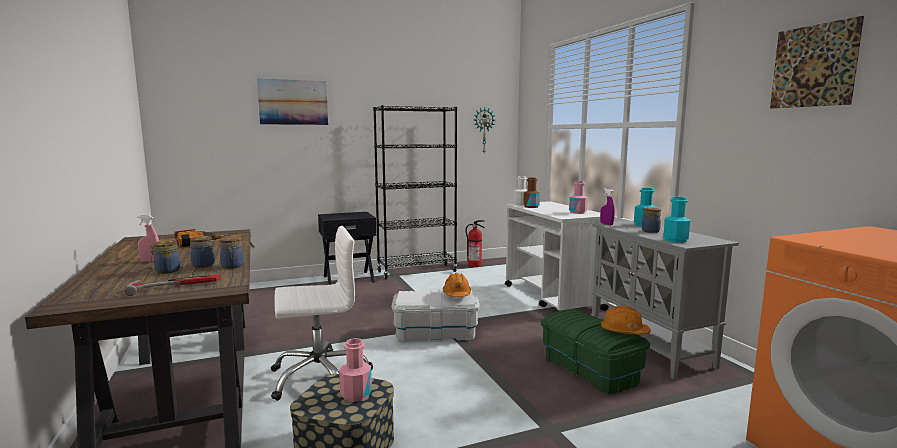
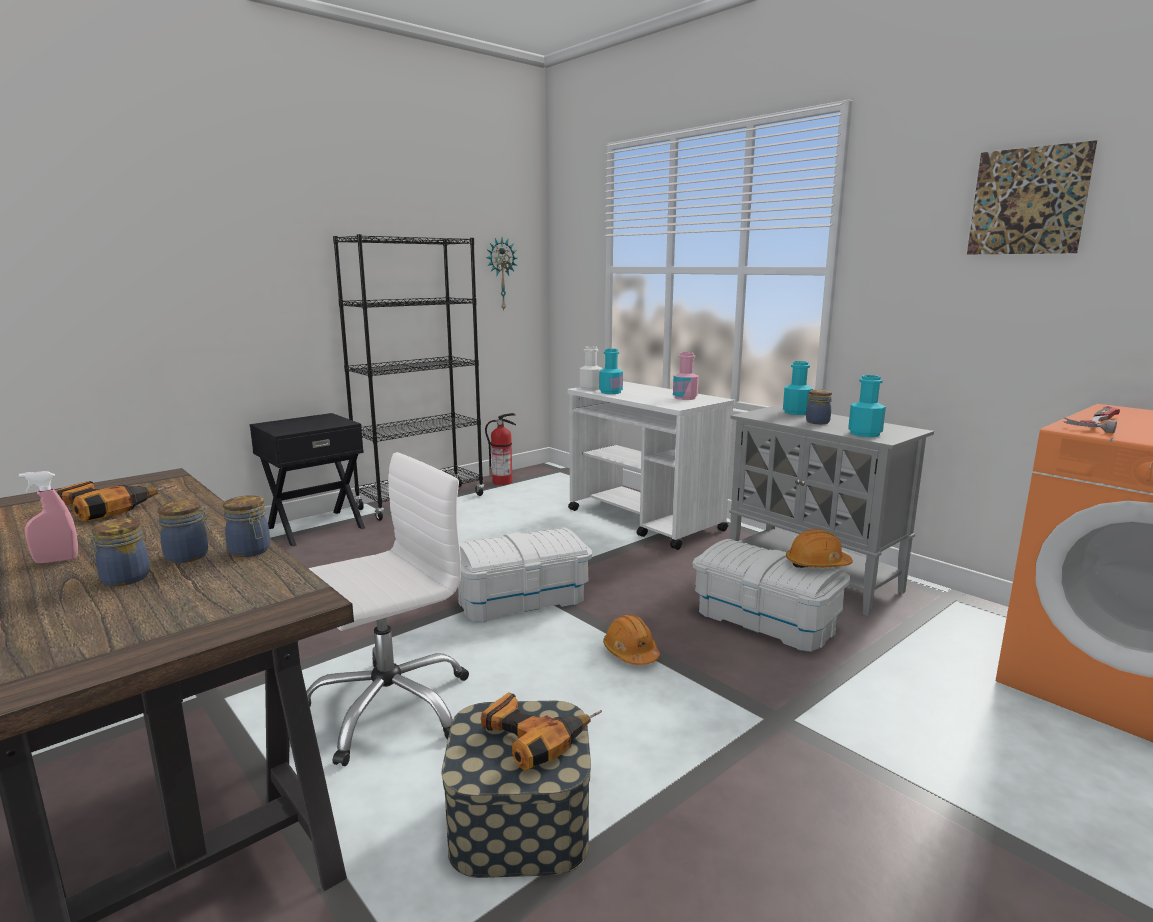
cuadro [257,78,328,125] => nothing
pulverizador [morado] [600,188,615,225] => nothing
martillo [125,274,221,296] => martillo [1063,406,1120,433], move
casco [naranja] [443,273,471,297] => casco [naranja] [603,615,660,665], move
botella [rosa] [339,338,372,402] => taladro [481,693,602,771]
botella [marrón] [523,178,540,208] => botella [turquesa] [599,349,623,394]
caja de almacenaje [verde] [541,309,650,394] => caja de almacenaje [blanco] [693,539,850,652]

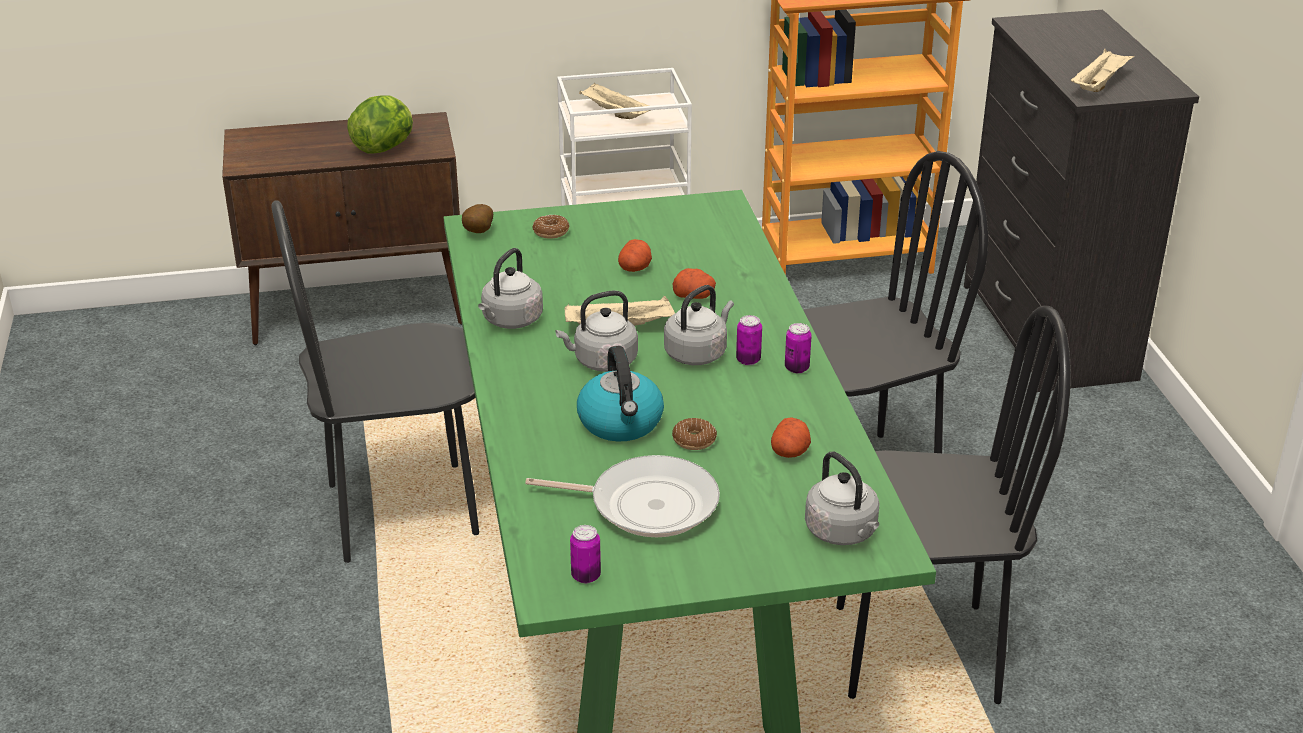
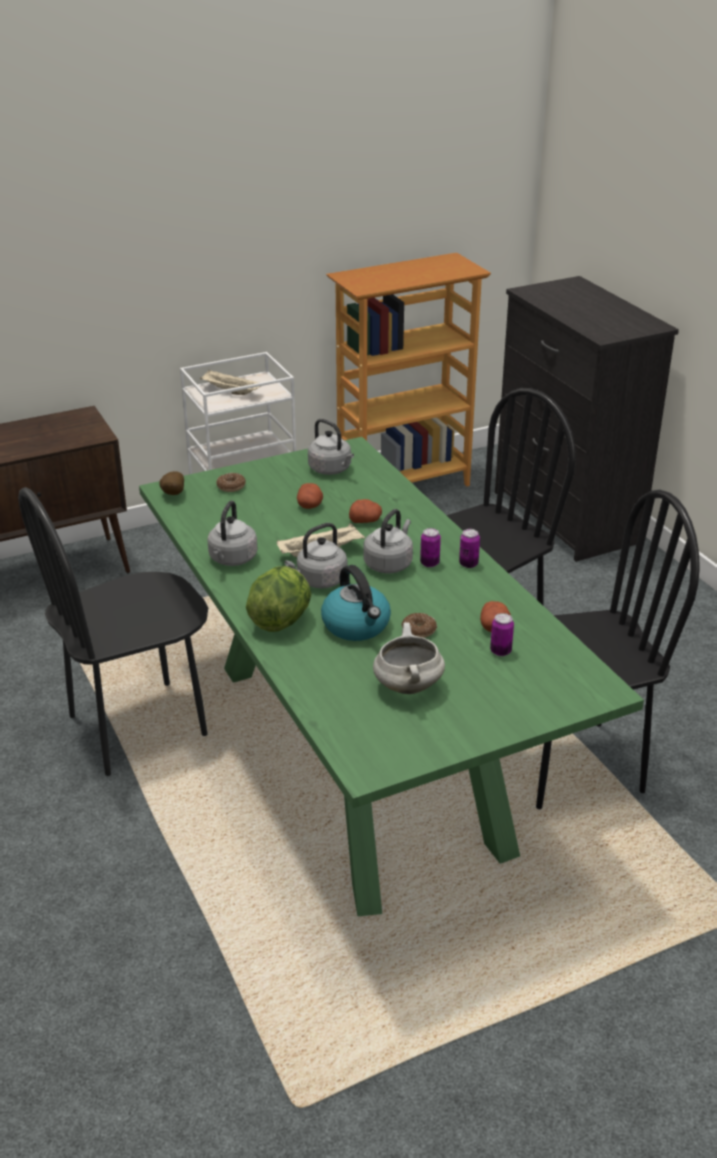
bandeja [beis] [1070,49,1134,92] => nothing
lechuga [347,95,413,153] => lechuga [246,566,311,632], move
lata [570,525,601,583] => lata [490,613,514,656], move
hervidor [gris] [805,451,880,545] => hervidor [gris] [308,419,354,475], move
sartén [525,455,720,537] => olla [blanco] [373,622,445,694]

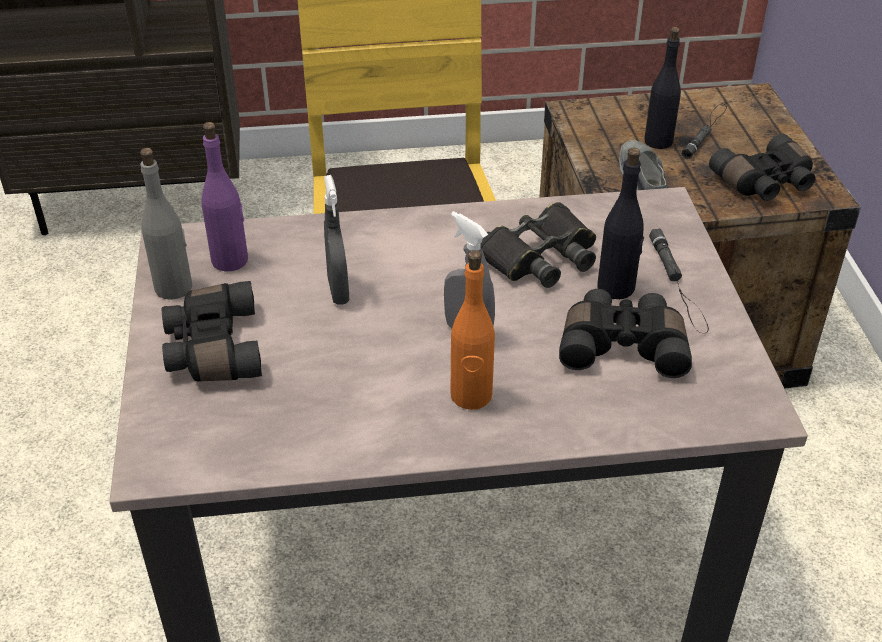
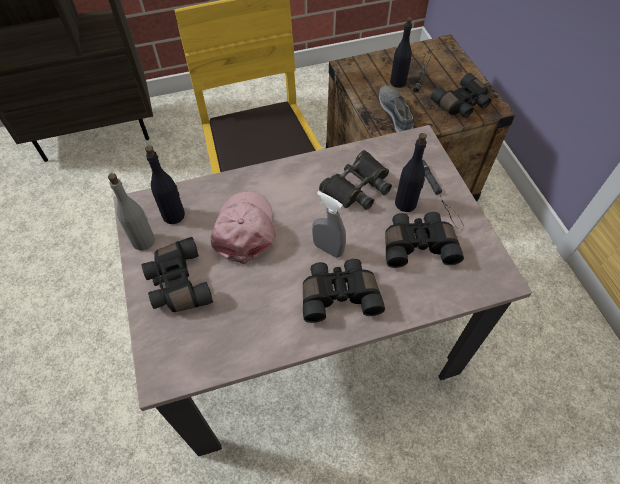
pulverizador [gris] [324,175,349,305] => gorra [rosa] [211,191,276,264]
botella [naranja] [451,250,495,410] => prismáticos [negro] [303,259,385,323]
botella [morado] [201,122,248,272] => botella [negro] [145,146,185,224]

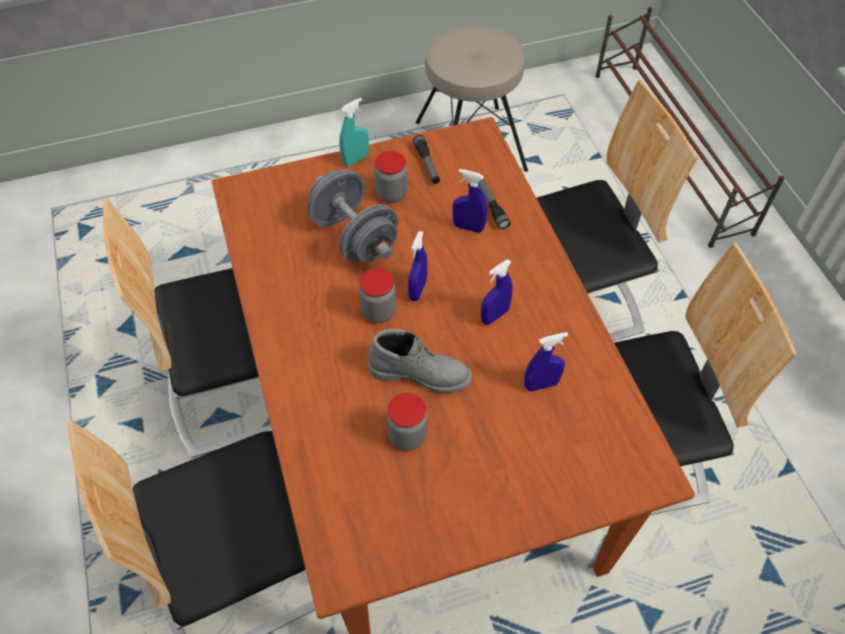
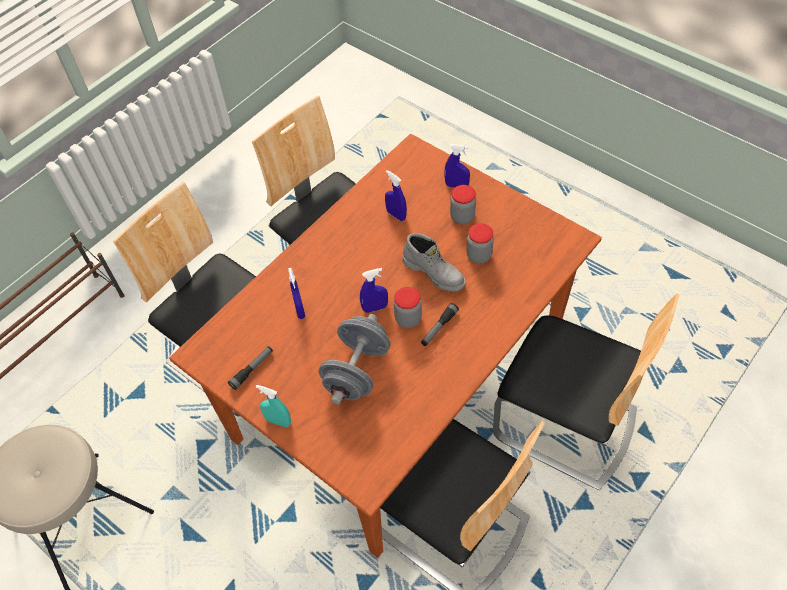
tarro [374,151,408,203] => tarro [450,185,476,224], move
linterna [478,179,511,230] => linterna [421,303,459,346], move
pulverizador [azul] [481,259,512,325] => pulverizador [azul] [444,144,470,188], move
bota [gris] [368,329,472,393] => bota [gris] [403,233,466,291], 150 degrees clockwise

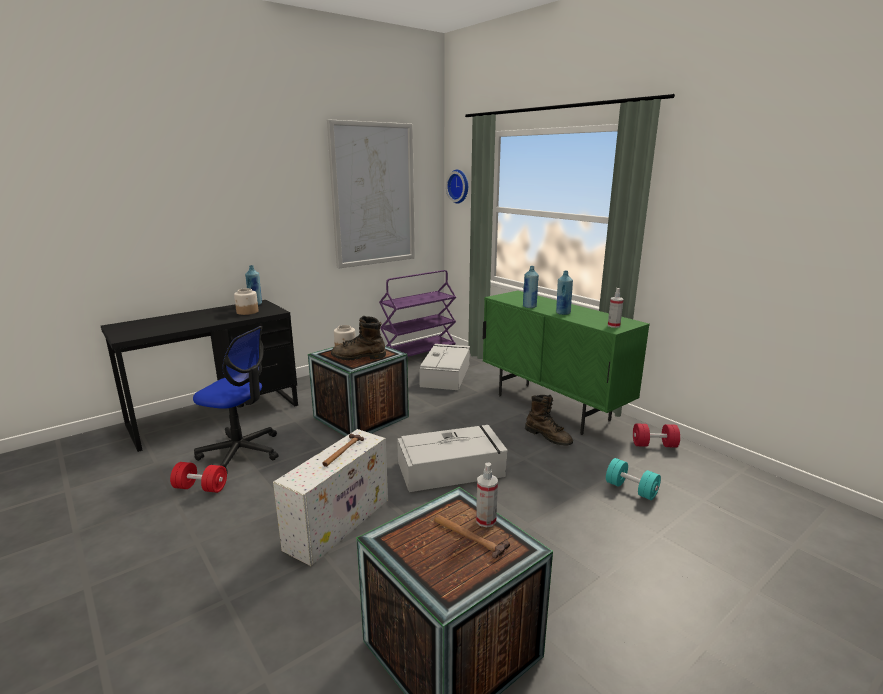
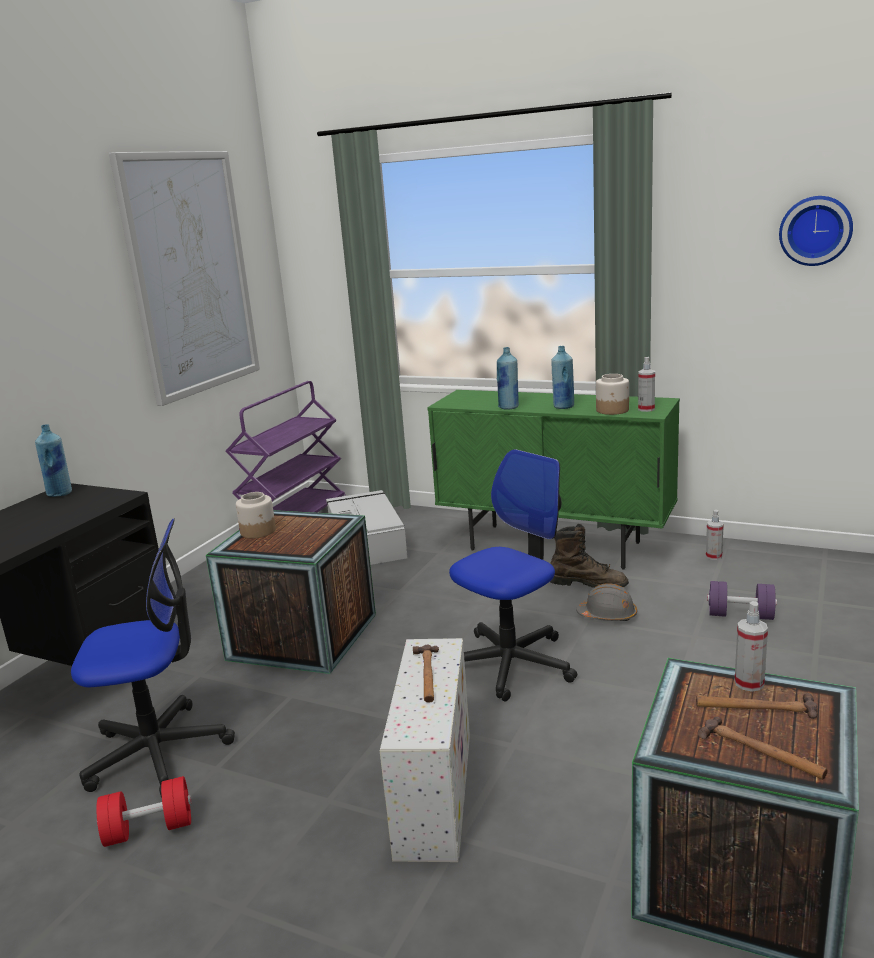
bota [marrón] [331,316,386,360] => nothing
nothing => casco [gris] [576,583,637,621]
nothing => martillo [698,717,827,779]
tarro [234,288,259,315] => tarro [596,374,629,415], move
reloj de pared [446,170,468,204] => reloj de pared [779,196,853,266], move
caja de almacenaje [gris] [397,425,508,492] => silla de oficina [449,449,577,702]
mancuerna [rojo] [633,423,680,448] => pulverizador [706,510,724,560]
mancuerna [turquesa] [606,458,661,500] => mancuerna [morado] [707,581,777,620]

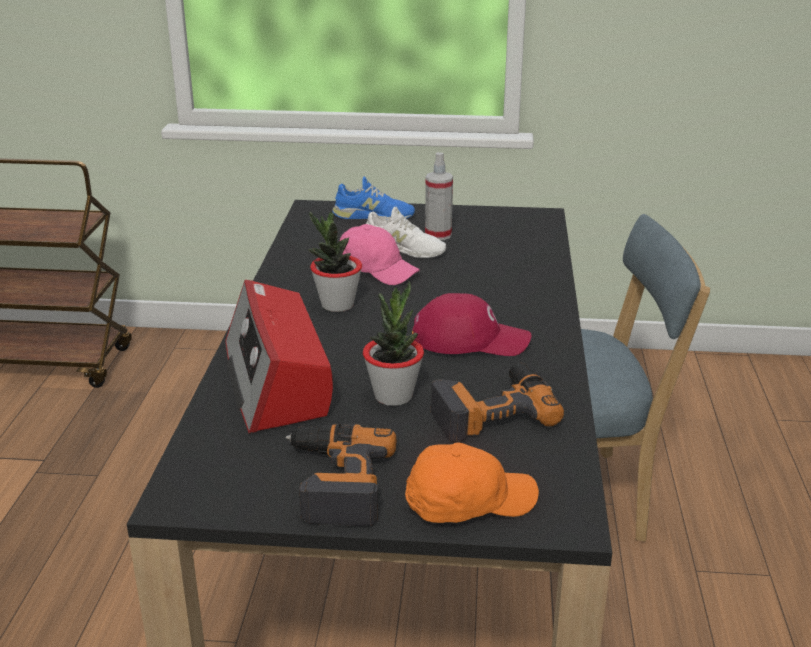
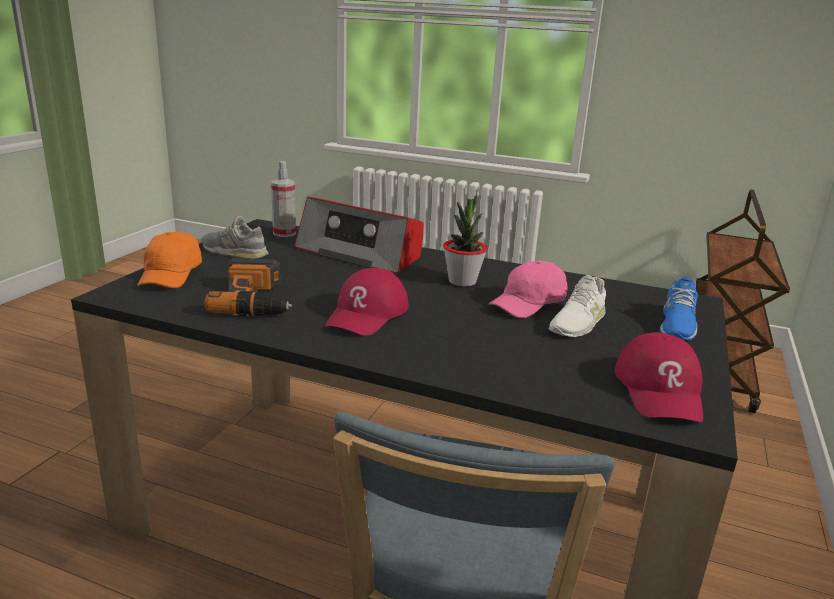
planta en maceta [363,281,424,406] => nothing
nothing => gorra [rojo] [615,332,703,423]
pulverizador [425,152,453,240] => pulverizador [271,161,296,237], move
taladro [286,424,397,526] => zapato [gris] [201,215,269,259]
radio [225,280,333,434] => radio [295,197,424,274], 150 degrees counterclockwise

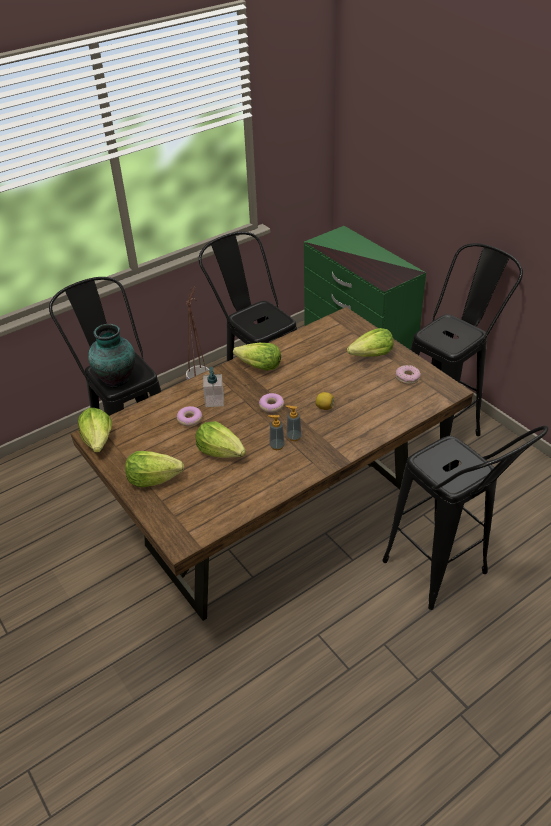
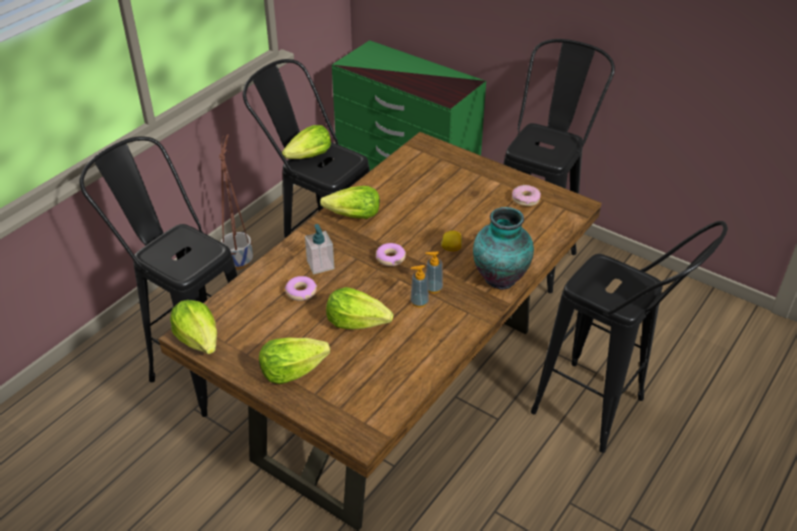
florero [88,324,135,388] => florero [473,207,534,290], move
lechuga [347,328,393,357] => lechuga [282,125,331,159], move

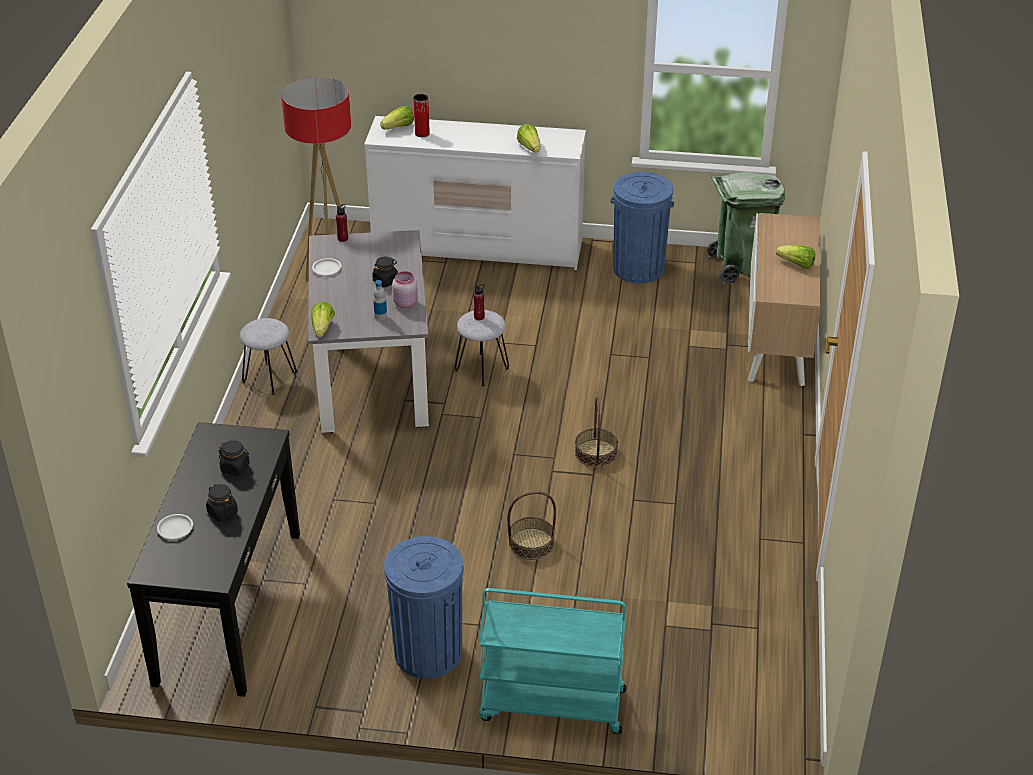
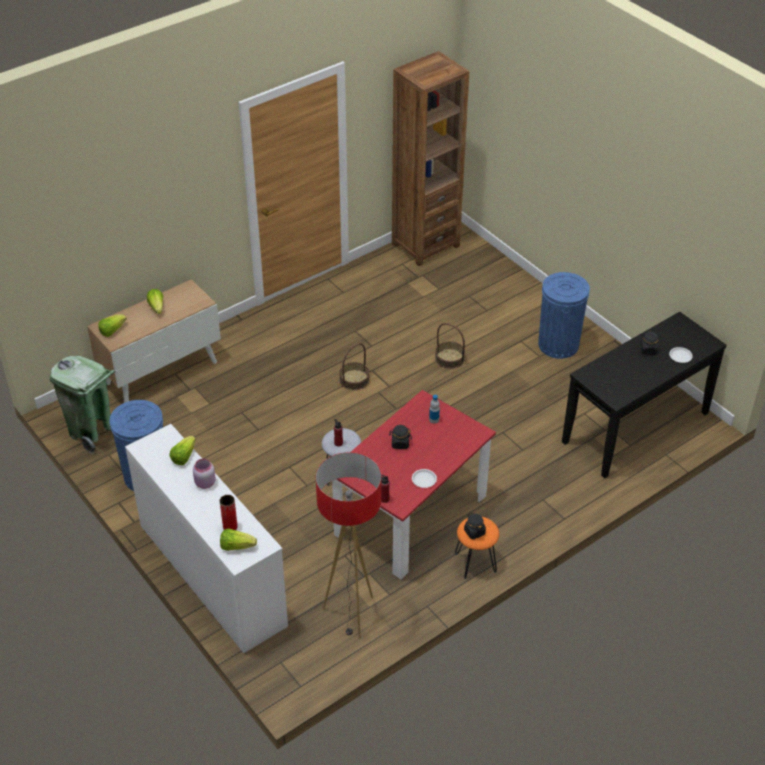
carrito [turquesa] [479,588,627,734] => nothing
nothing => estantería [marrón] [392,51,469,266]
tarro [negro] [218,440,250,476] => tarro [negro] [464,514,486,539], move
lechuga [311,302,335,337] => lechuga [98,314,127,337], move
tarro [rosa] [392,271,418,308] => tarro [rosa] [193,459,216,489], move
taburete [gris] [240,318,297,395] => taburete [naranja] [455,517,499,579]
mesa de comedor [gris] [308,230,429,433] => mesa de comedor [rojo] [332,390,496,579]

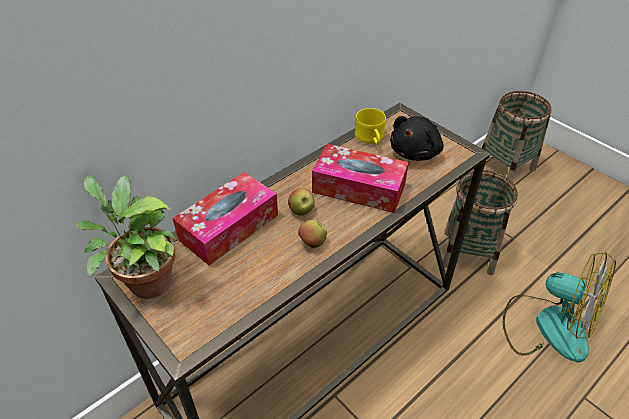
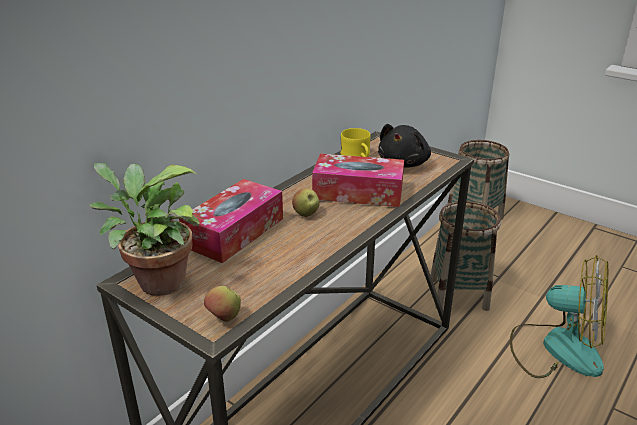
manzana [298,220,327,248] => manzana [204,286,241,322], move

